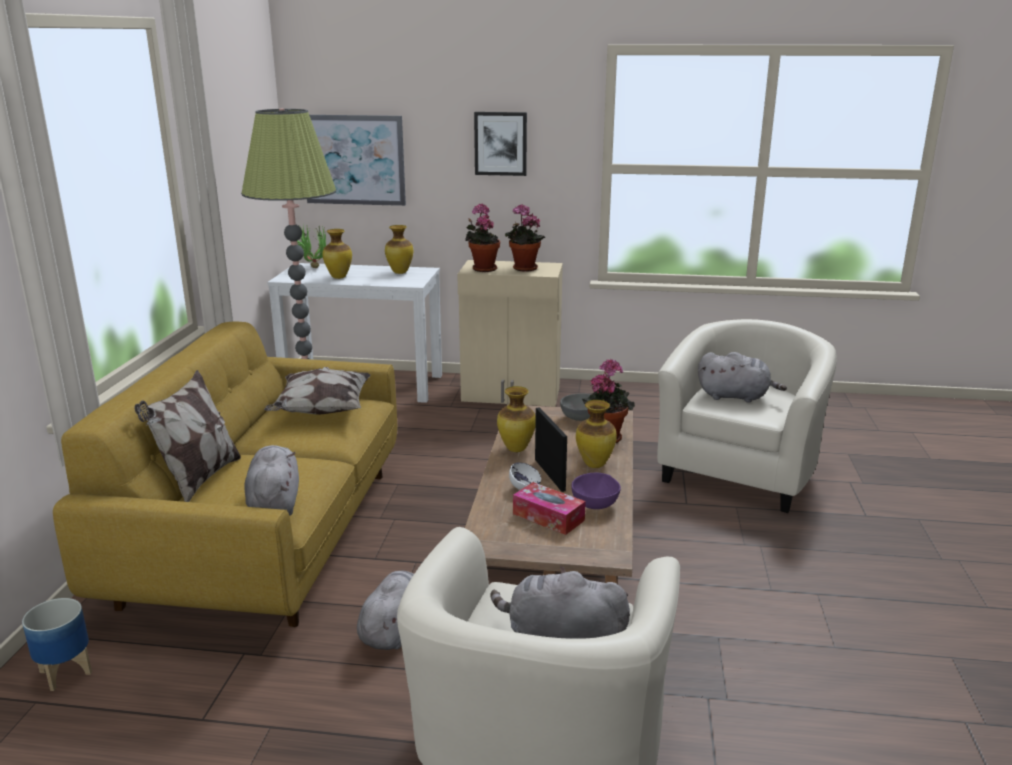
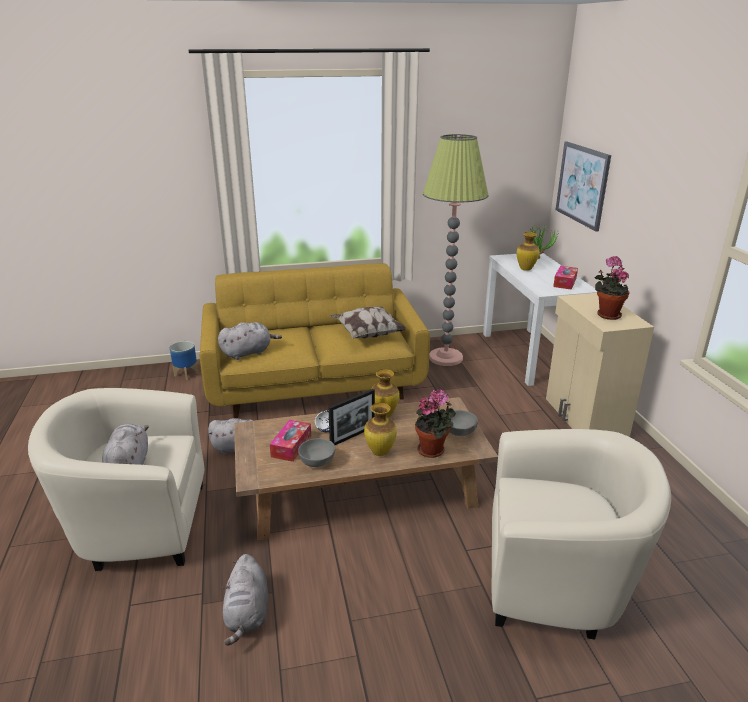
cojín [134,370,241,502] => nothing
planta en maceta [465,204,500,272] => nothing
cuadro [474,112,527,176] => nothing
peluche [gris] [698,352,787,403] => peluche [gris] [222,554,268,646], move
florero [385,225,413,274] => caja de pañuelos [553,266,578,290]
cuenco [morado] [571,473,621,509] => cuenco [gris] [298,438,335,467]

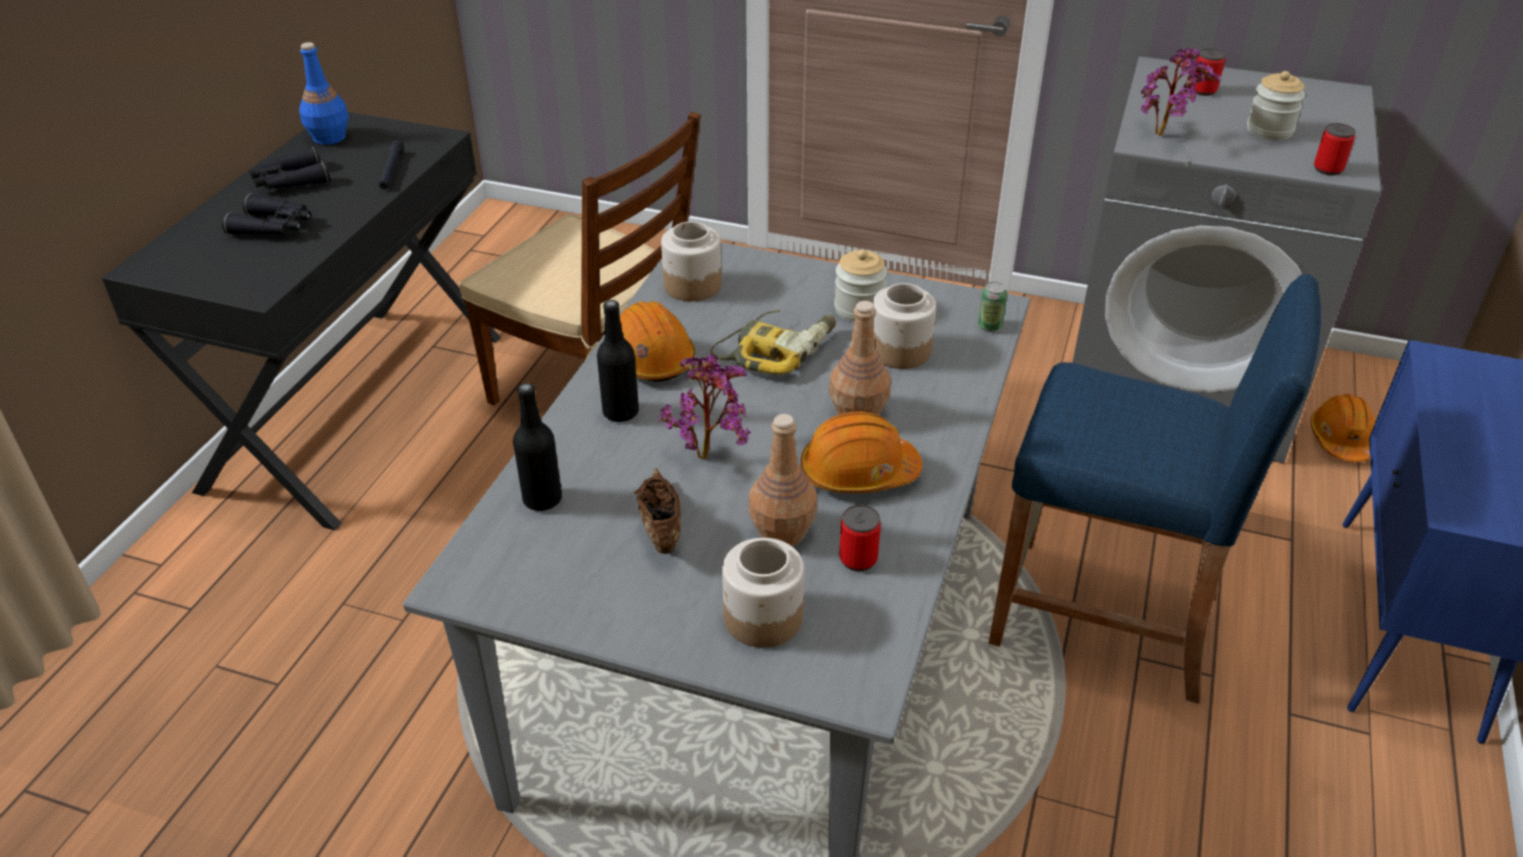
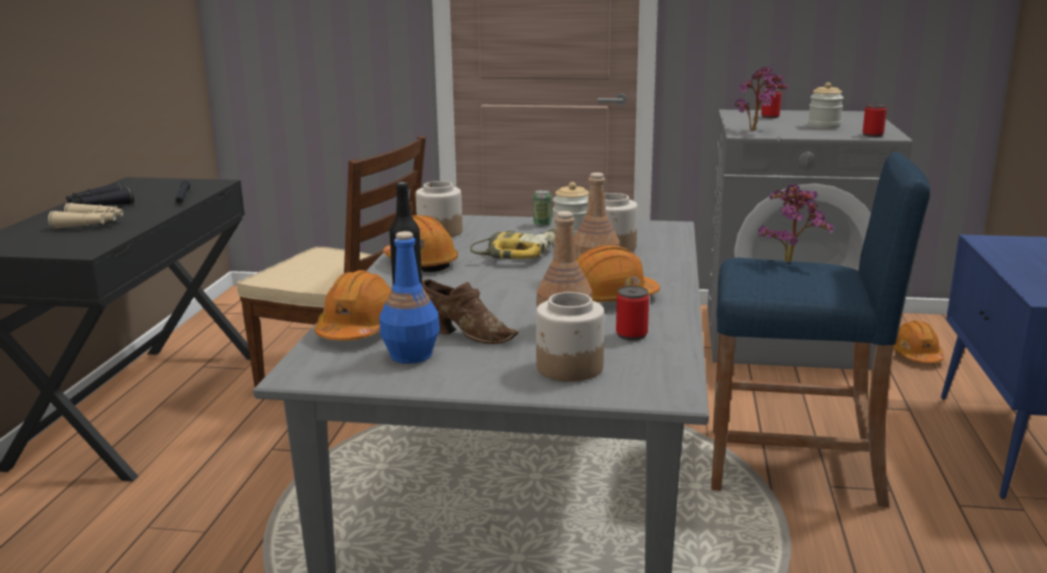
botella [azul] [299,42,348,145] => botella [azul] [379,231,440,364], move
planta en maceta [659,354,751,459] => planta en maceta [758,183,834,262], move
lata [978,282,1007,332] => lata [533,190,552,227], move
botella [negro] [513,383,562,511] => casco [naranja] [314,270,391,341]
prismáticos [negro] [222,193,312,235] => prismáticos [beis] [48,203,123,229]
zapato [marrón] [634,468,681,554] => zapato [marrón] [421,279,518,344], 135 degrees clockwise

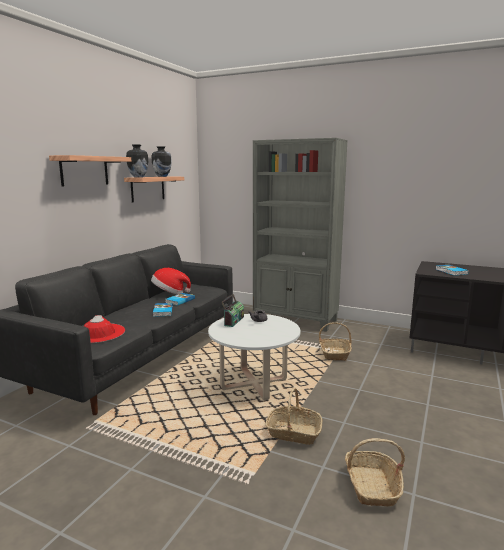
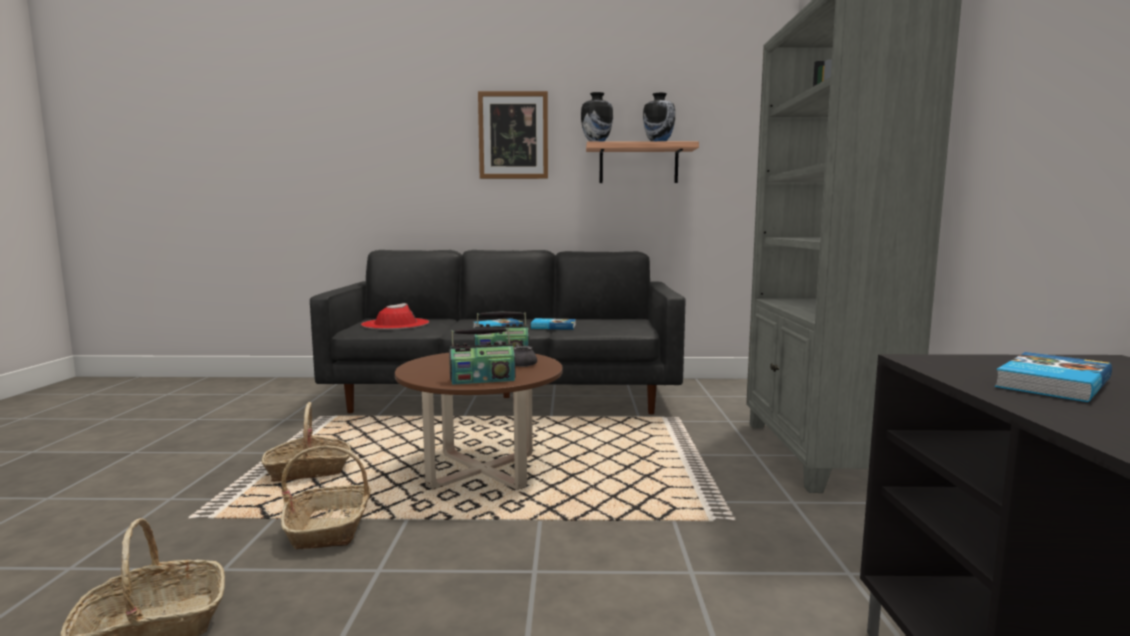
sombrero [151,268,191,294] => nothing
nothing => radio [449,327,516,385]
cesta [319,323,352,361] => cesta [262,402,351,482], move
estante [49,155,132,186] => cuadro [478,91,548,179]
mesa de centro [blanco] [208,314,300,400] => mesa de centro [marrón] [395,353,563,490]

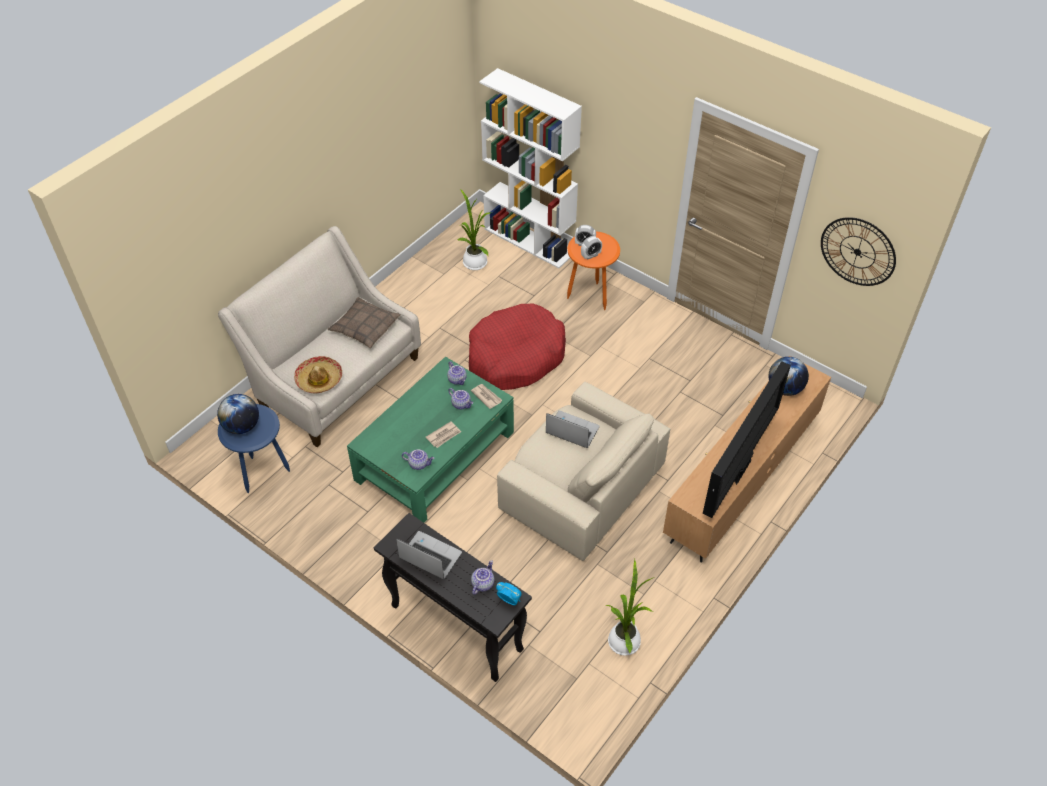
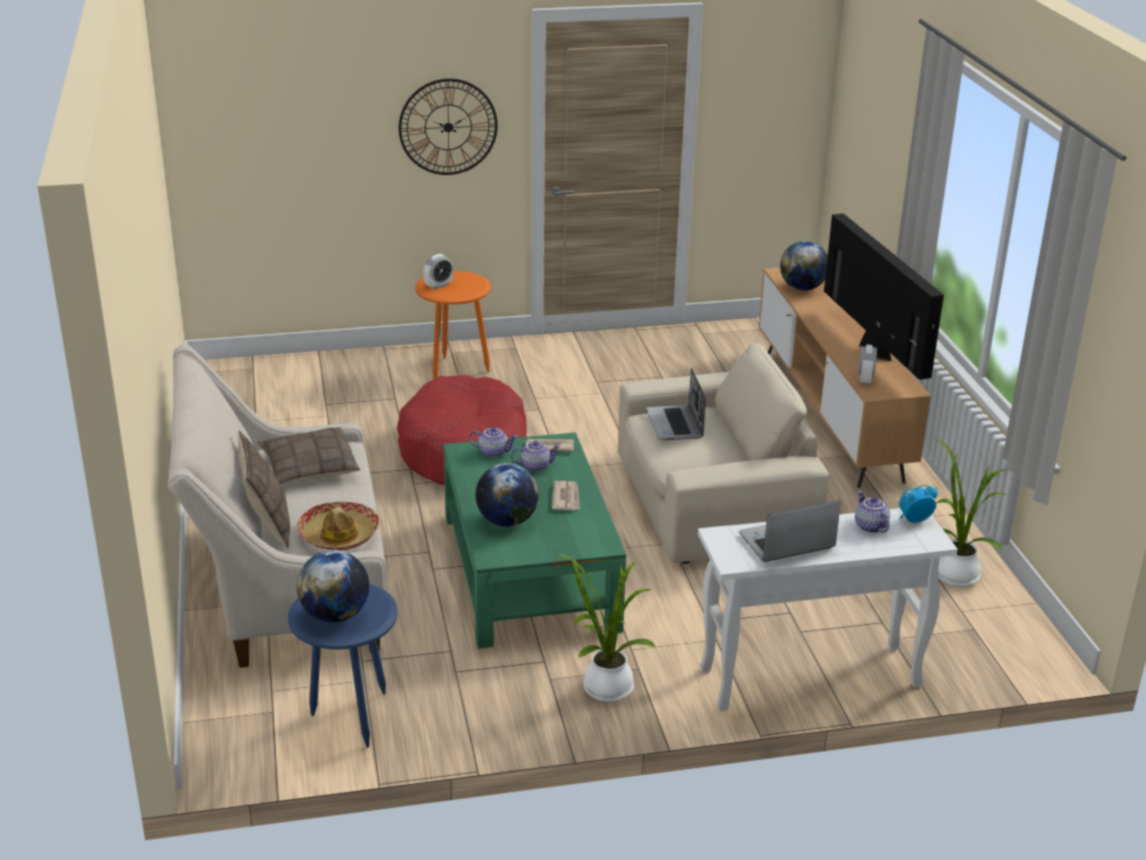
tetera [402,449,435,470] => nothing
estantería [blanco] [479,68,582,268] => nothing
nothing => cojín [238,430,290,549]
nothing => globo terráqueo [476,463,539,527]
planta en maceta [458,189,492,270] => planta en maceta [557,554,656,702], move
despertador [581,236,602,260] => despertador [858,345,877,385], move
reloj de pared [821,217,896,286] => reloj de pared [399,79,498,175], move
mesa consola [negro] [374,513,532,682] => mesa consola [blanco] [698,508,958,711]
portátil [546,411,599,448] => portátil [646,368,706,440], 75 degrees counterclockwise

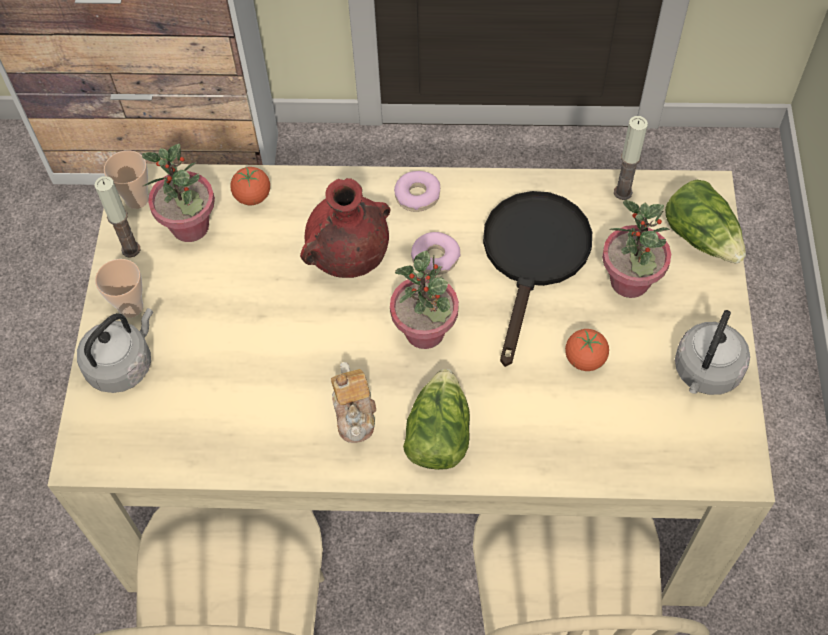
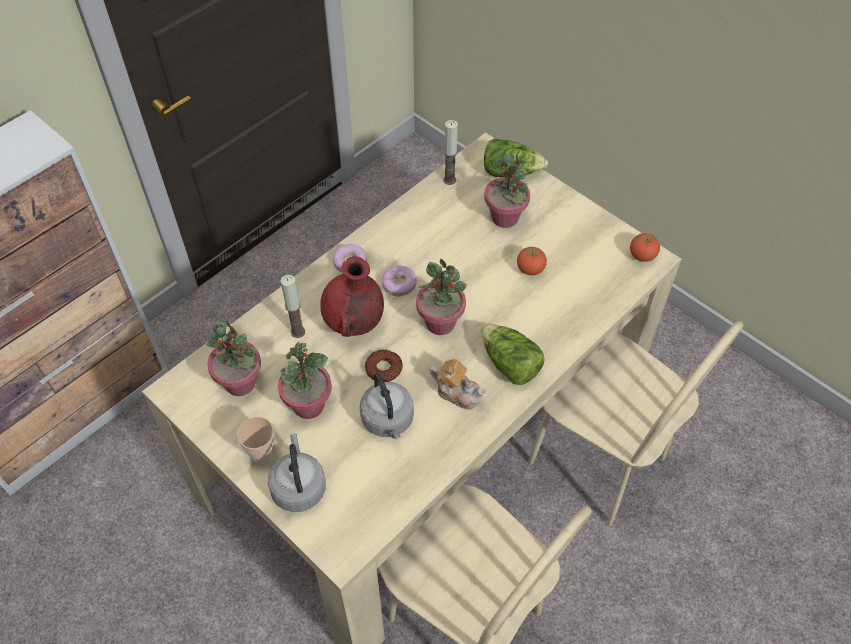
taza [104,150,149,209] => nothing
sartén [negro] [483,191,592,367] => nothing
nothing => planta en maceta [278,342,332,419]
nothing => rosquilla [365,350,403,382]
vela [94,176,140,258] => vela [280,275,305,338], move
tomate [230,167,270,205] => tomate [630,233,660,262], move
hervidor [gris] [675,310,750,395] => hervidor [gris] [360,373,414,439], move

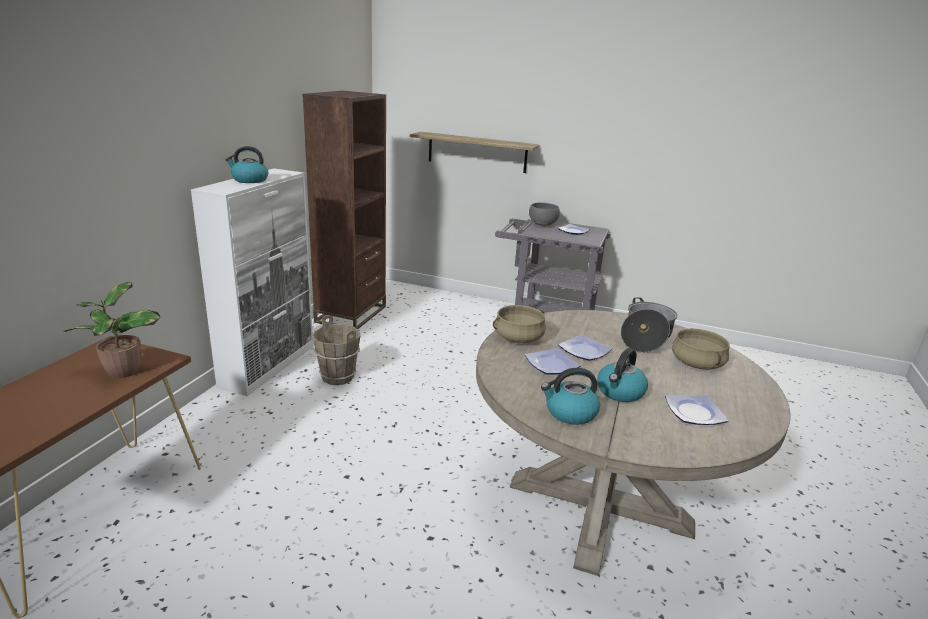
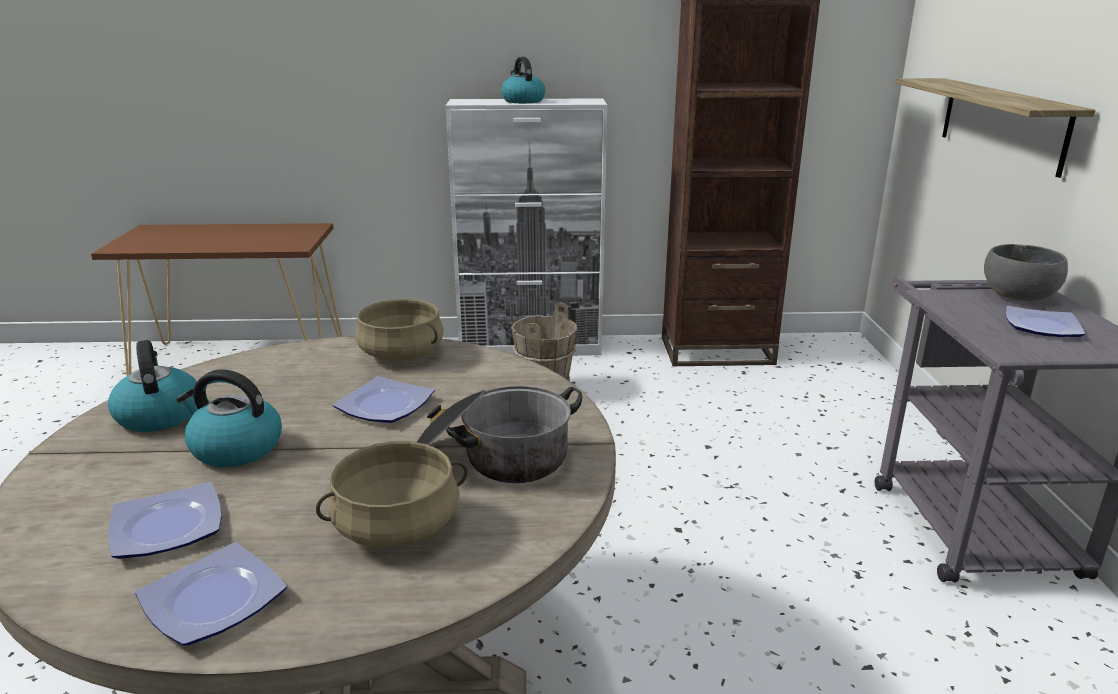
planta en maceta [64,282,161,378] => nothing
plato [525,348,581,375] => plato [135,542,287,646], move

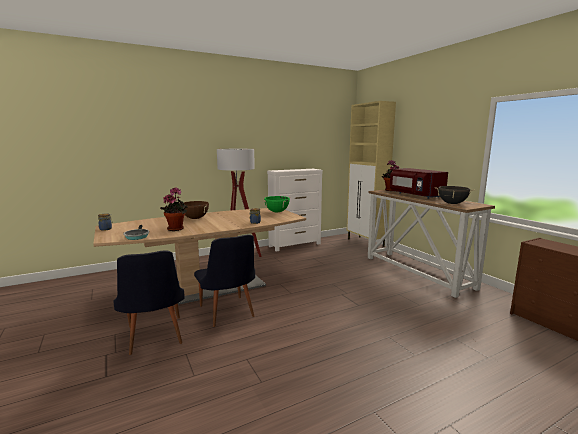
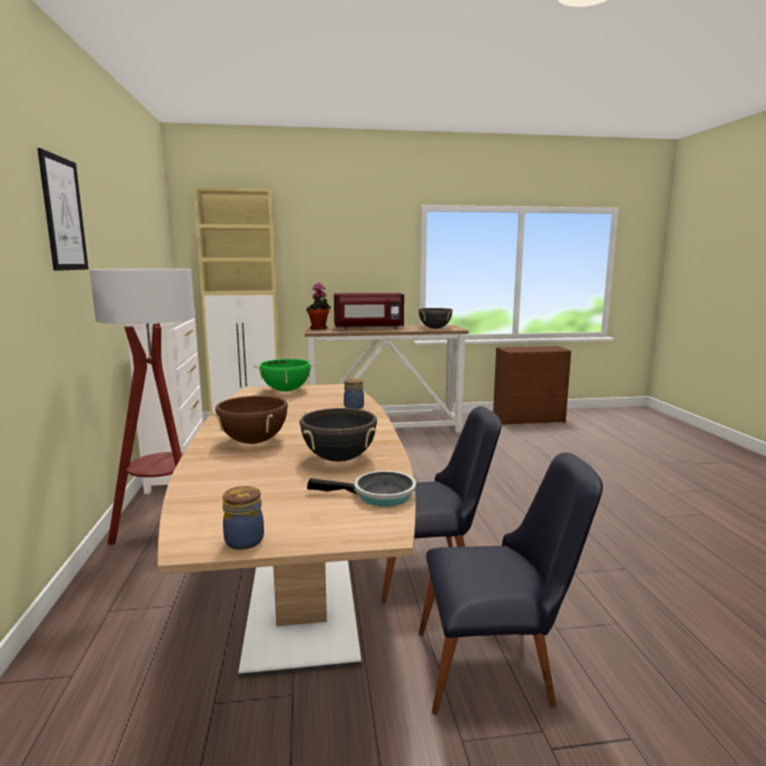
nothing => cuadro [37,148,88,271]
planta en maceta [160,187,188,231] => olla [negro] [300,408,377,462]

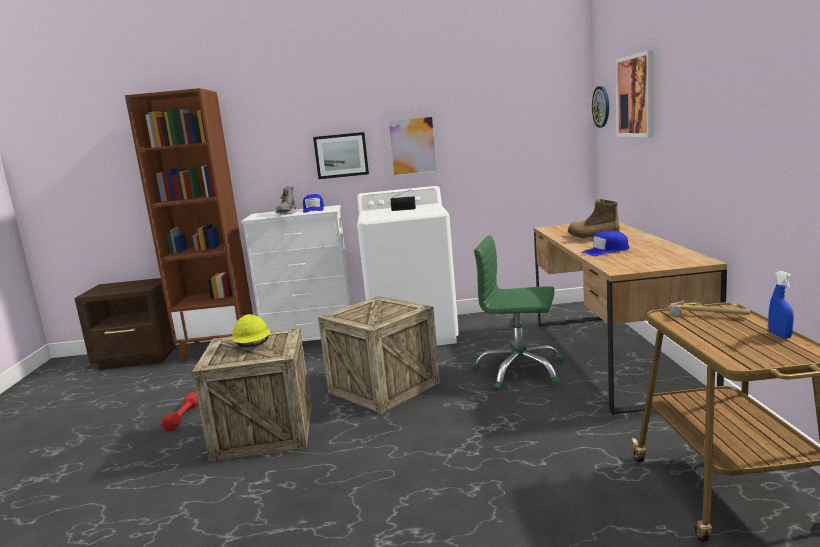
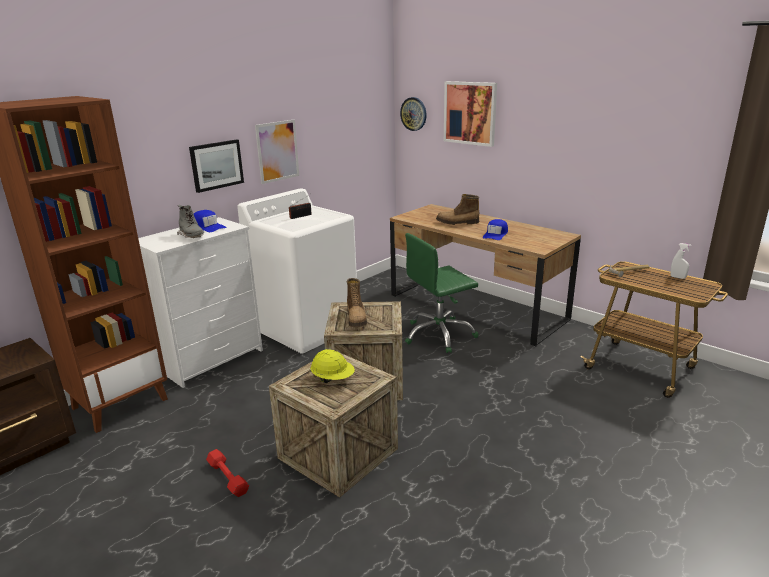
nothing => bota [347,278,367,327]
pulverizador [azul] [768,271,794,339] => pulverizador [blanco] [670,243,691,279]

